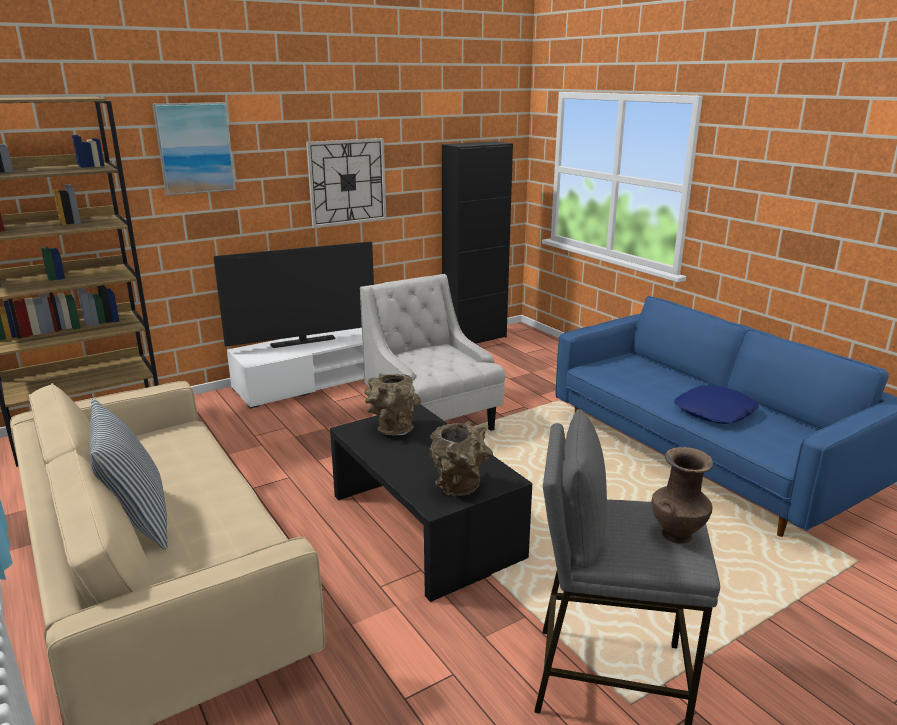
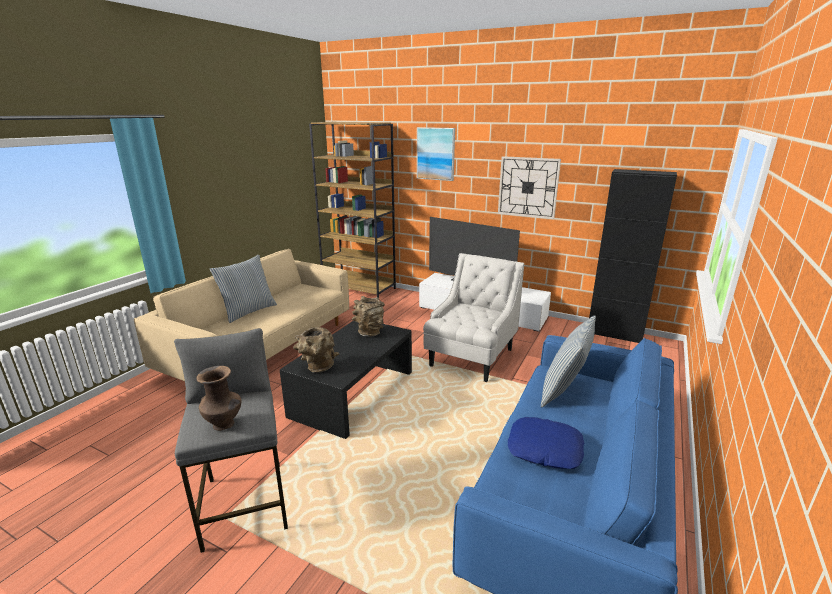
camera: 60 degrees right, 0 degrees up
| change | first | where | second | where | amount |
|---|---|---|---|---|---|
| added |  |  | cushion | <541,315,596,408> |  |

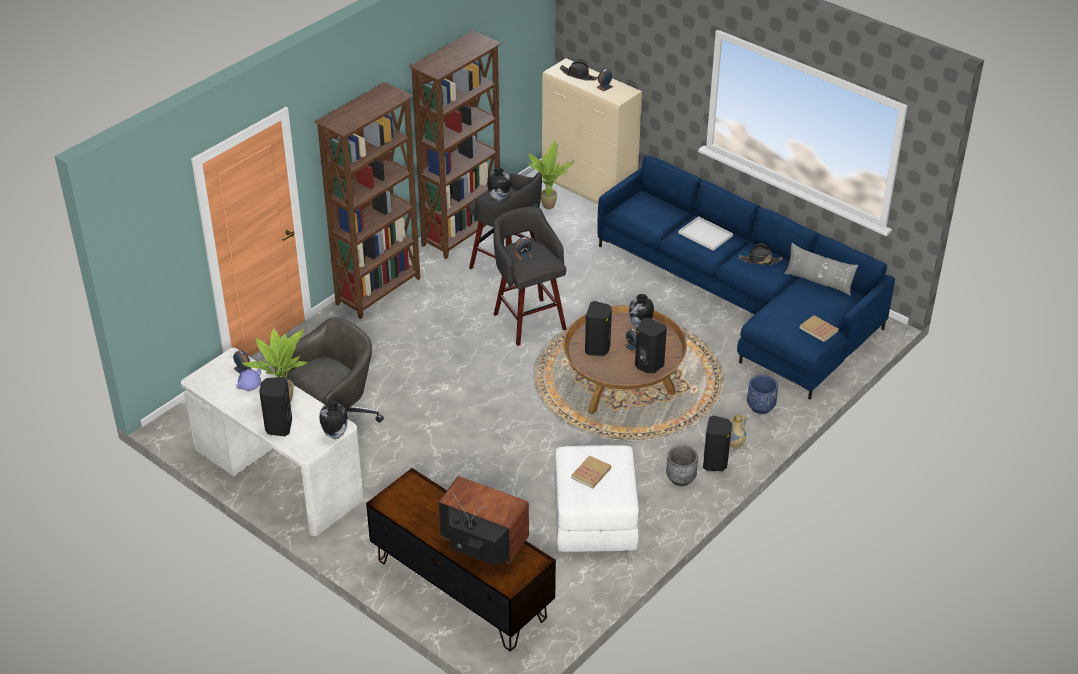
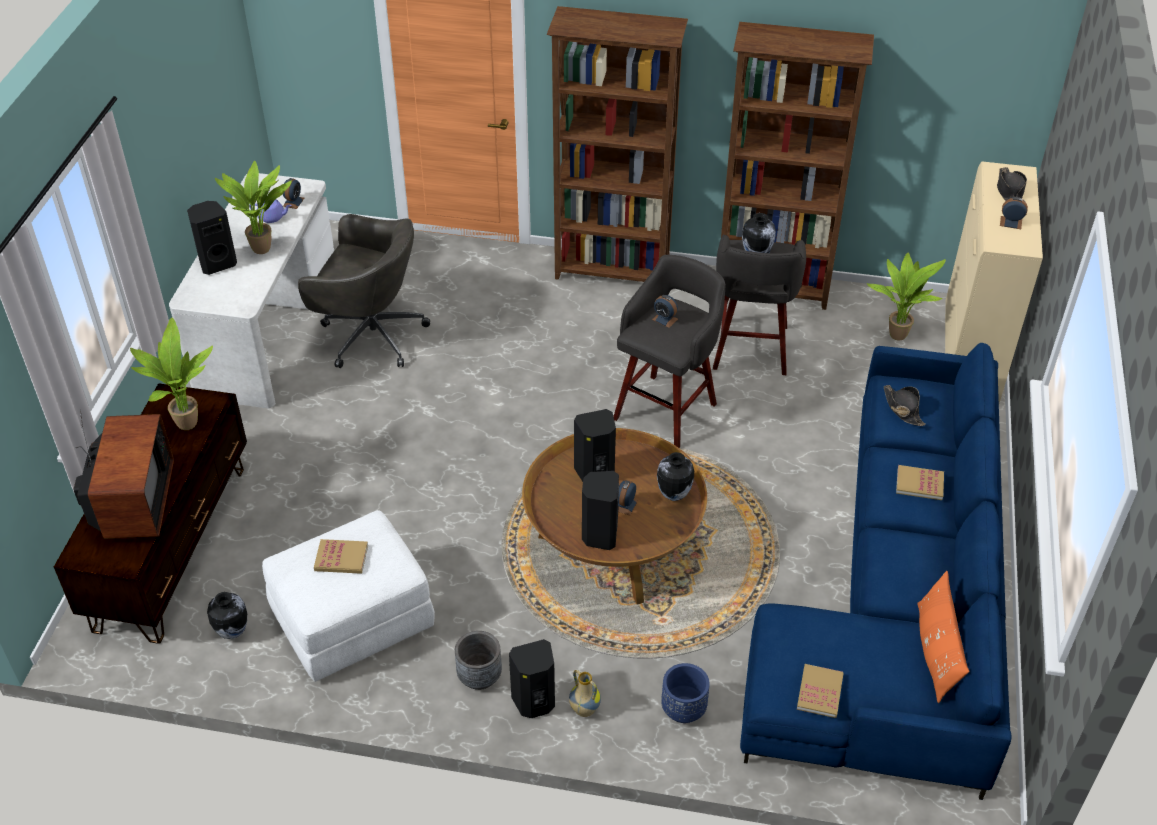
camera: 60 degrees right, 5 degrees up
| change | first | where | second | where | amount |
|---|---|---|---|---|---|
| added |  |  | houseplant | <130,317,213,430> |  |
| moved | flower_vase | <319,401,348,439> |  | <207,592,247,639> |  |
| moved | blackish_wearable_hat | <738,244,783,265> |  | <883,385,926,426> |  |
| replaced | white_tray | <678,216,733,251> | book | <896,465,944,500> |  |
| recoloured | greyish_cushion | <785,243,858,296> | orange_cushion | <917,571,969,703> |  |

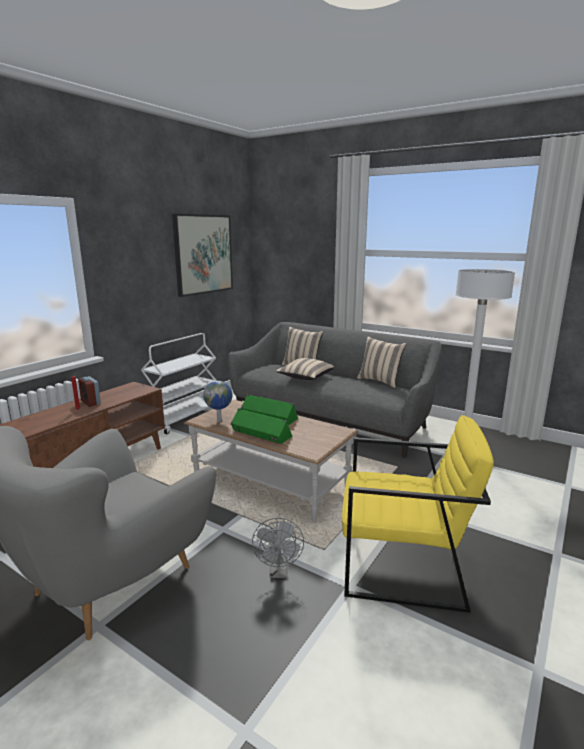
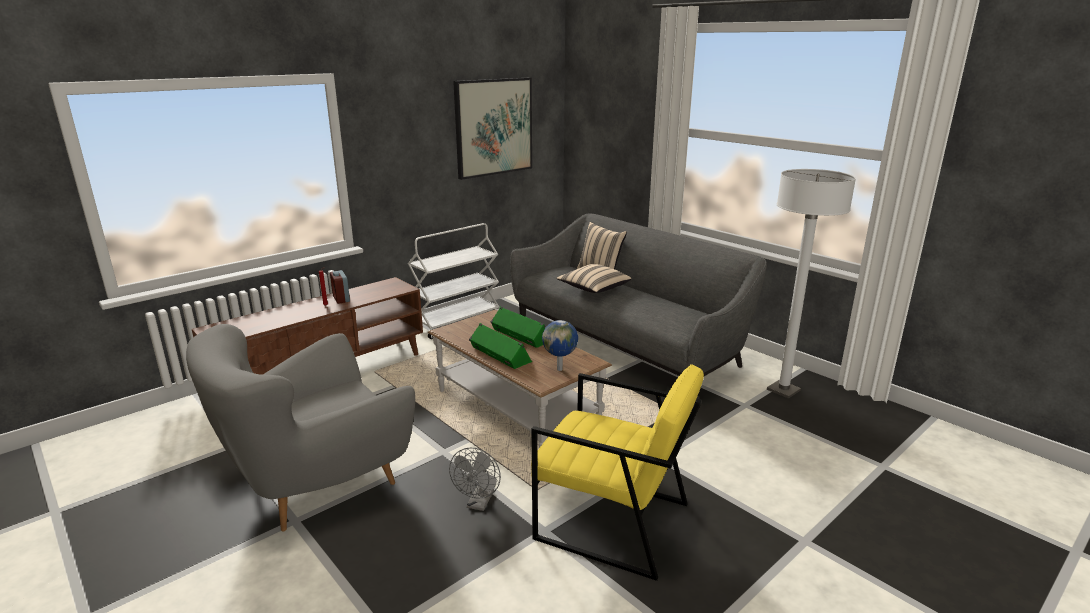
camera: 15 degrees right, 5 degrees up
| change | first | where | second | where | amount |
|---|---|---|---|---|---|
| moved | desk_globe | <203,381,233,422> |  | <542,320,578,371> |  |
| removed | beige_cushion | <357,337,406,388> |  |  |  |

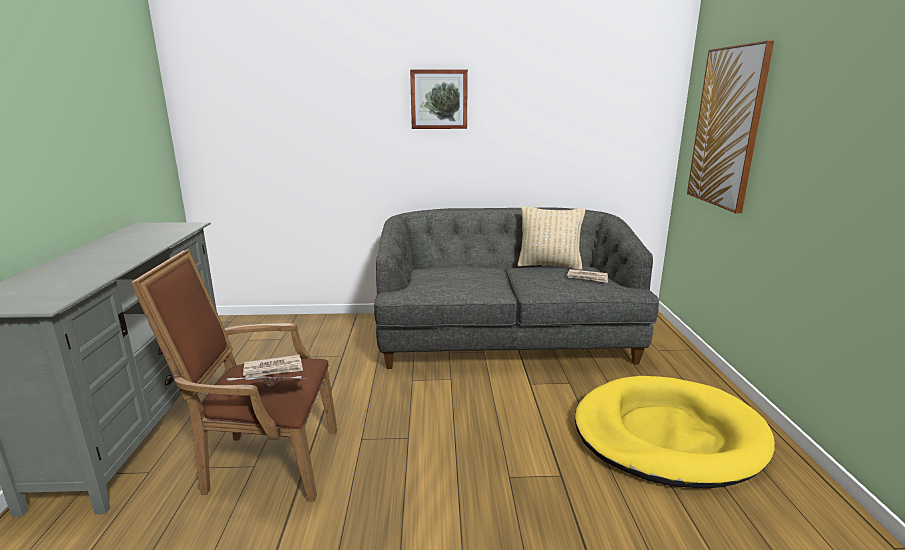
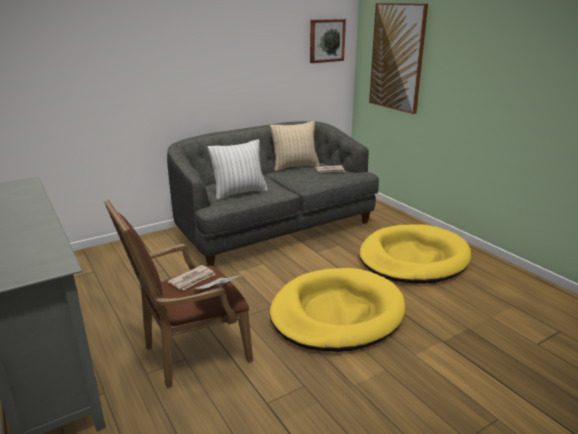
camera: 30 degrees left, 5 degrees up
| change | first | where | second | where | amount |
|---|---|---|---|---|---|
| added |  |  | white_cushion | <208,139,268,200> |  |
| added |  |  | yellow_dog_cushion | <270,268,406,352> |  |
| moved | wall_art | <410,70,468,129> |  | <310,19,346,63> |  |

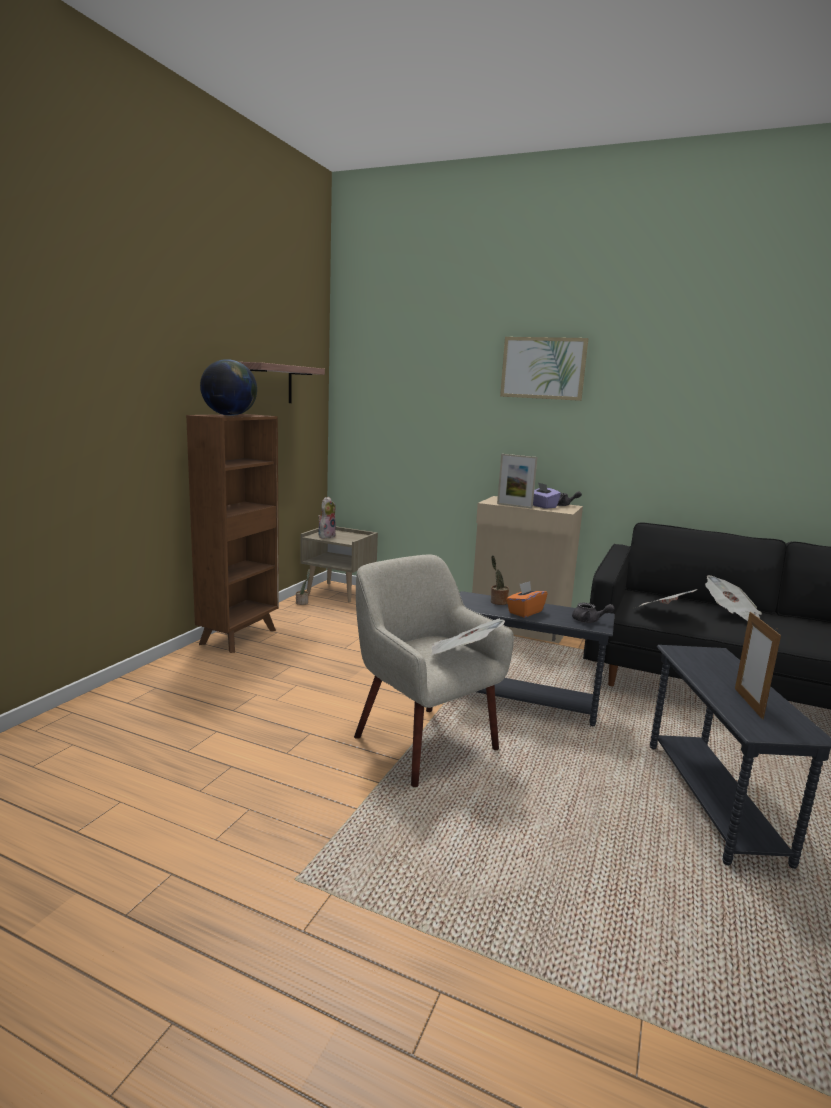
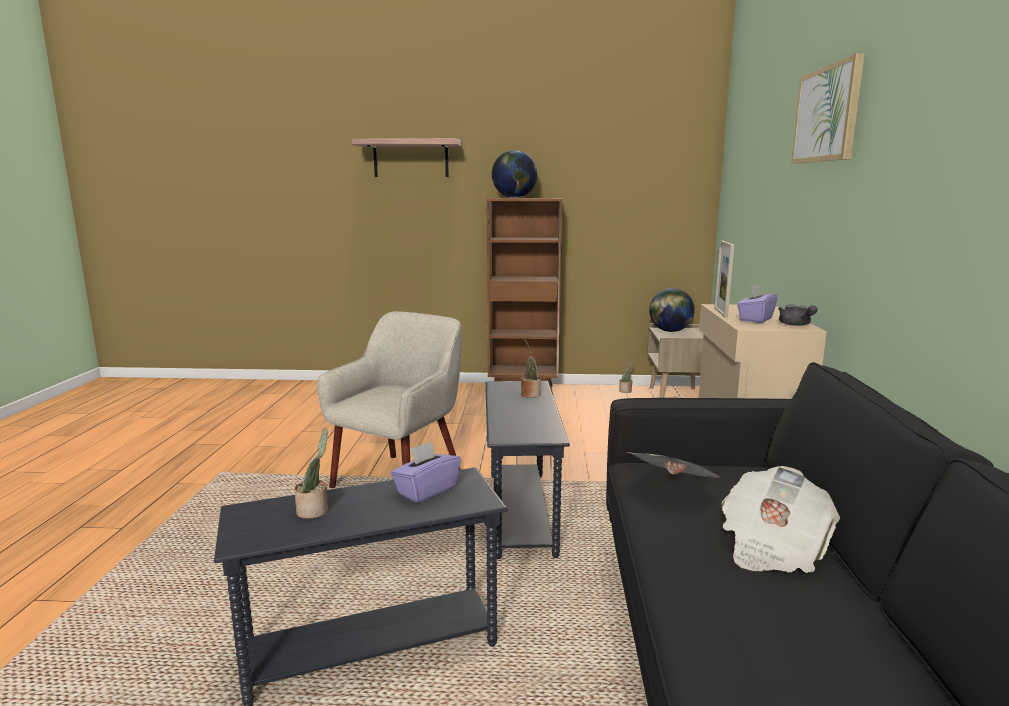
camera: 70 degrees right, 0 degrees up
| change | first | where | second | where | amount |
|---|---|---|---|---|---|
| replaced | picture_frame | <735,612,781,720> | houseplant | <294,428,328,519> |  |
| moved | shelf | <240,362,325,403> |  | <351,138,461,177> |  |
| added |  |  | purple_tissue_box | <391,441,461,503> |  |
| replaced | plush_toy | <318,497,336,539> | desk_globe | <649,288,695,332> |  |
| removed | daily_paper | <430,618,505,656> |  |  |  |
| removed | orange_tissue_box | <506,581,548,618> |  |  |  |
| removed | greyish_pot_for_tea | <572,603,615,623> |  |  |  |

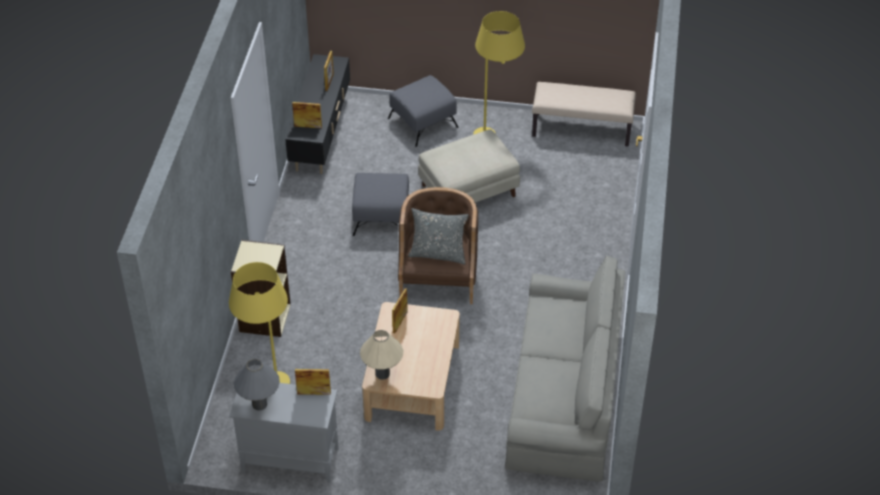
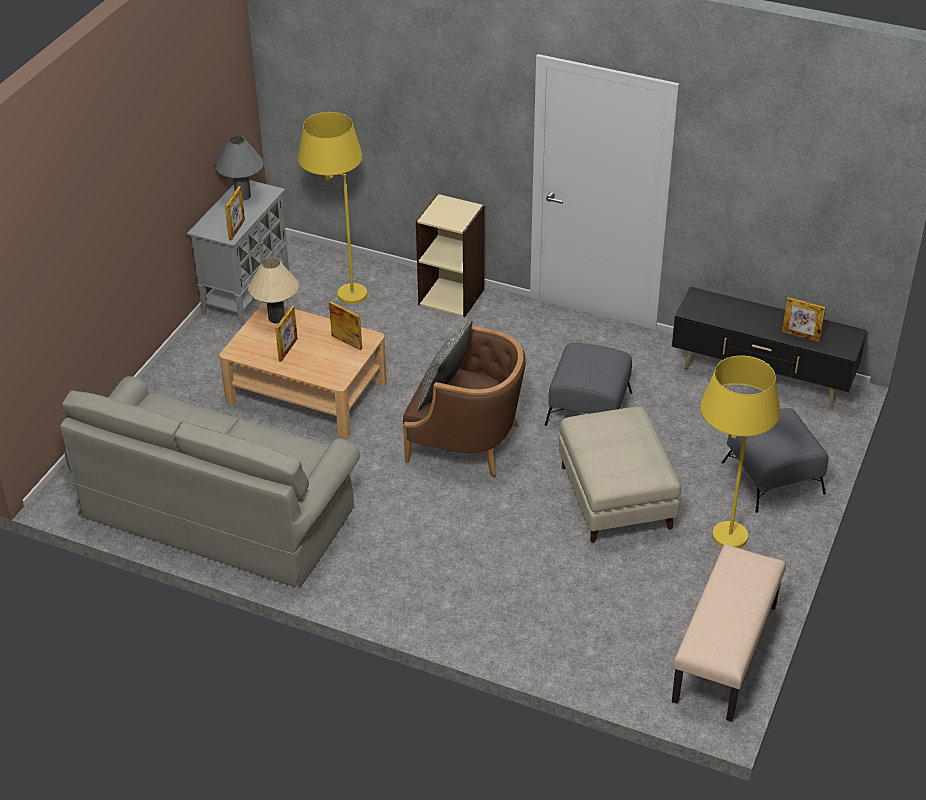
camera: 105 degrees right, 5 degrees down
| change | first | where | second | where | amount |
|---|---|---|---|---|---|
| moved | picture_frame | <292,102,322,128> |  | <275,306,298,362> |  |

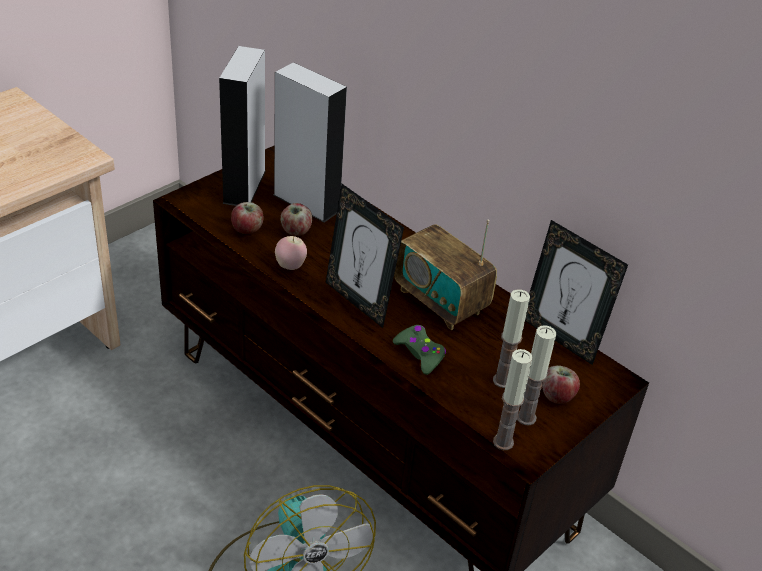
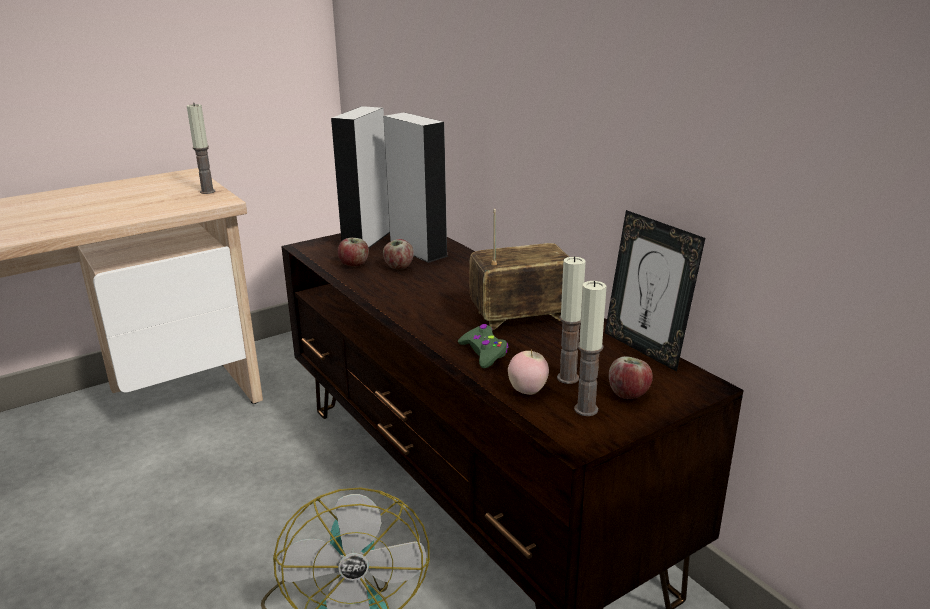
camera: 15 degrees right, 15 degrees down
| change | first | where | second | where | amount |
|---|---|---|---|---|---|
| moved | wax_light | <493,349,533,450> |  | <187,104,215,194> |  |
| turned | radio_set | <394,219,497,330> |  | <469,209,569,330> | 105 degrees clockwise |
| moved | whole_apple | <275,236,307,270> |  | <508,349,549,395> |  |
| removed | picture_frame | <326,184,404,328> |  |  |  |

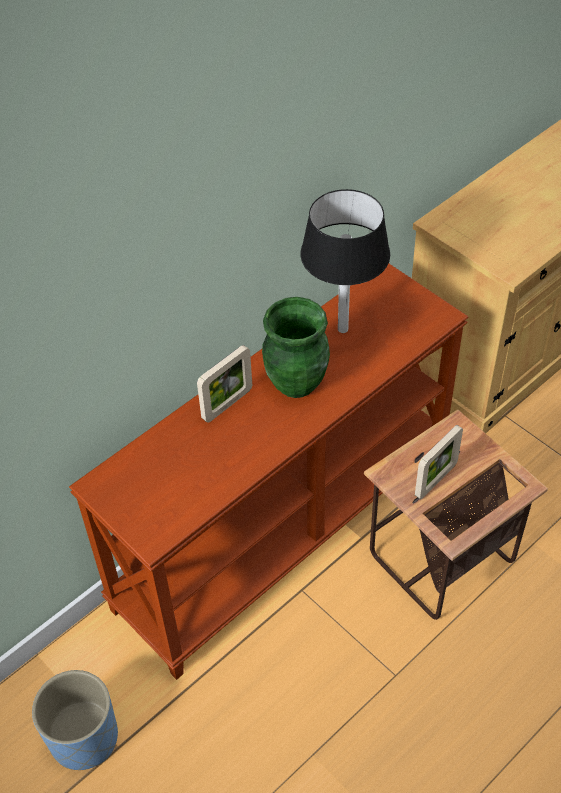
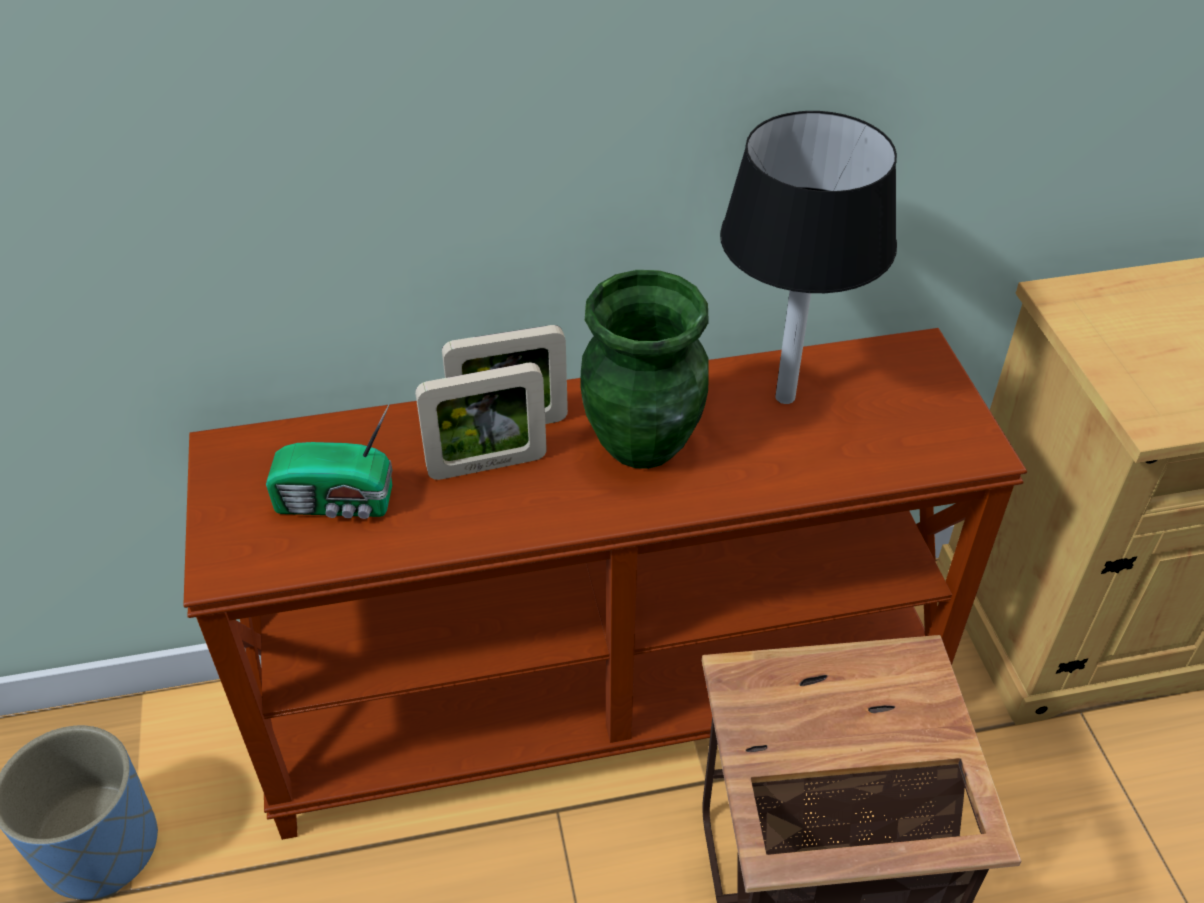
camera: 30 degrees right, 5 degrees down
| change | first | where | second | where | amount |
|---|---|---|---|---|---|
| added |  |  | radio_set | <266,404,393,519> |  |
| moved | picture_frame | <415,425,463,499> |  | <415,363,547,480> |  |

